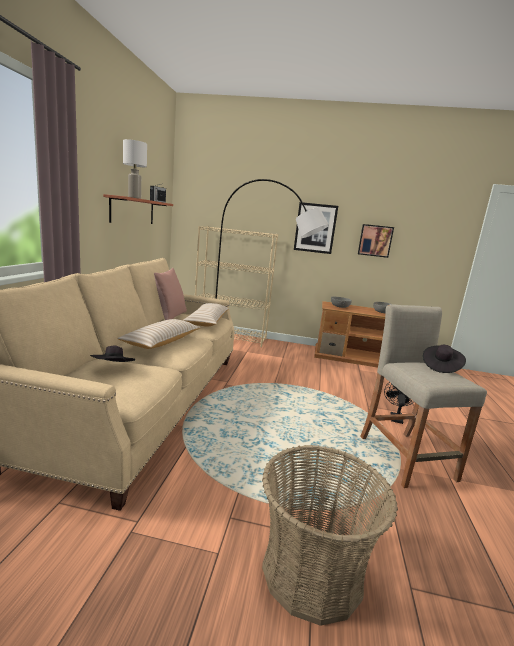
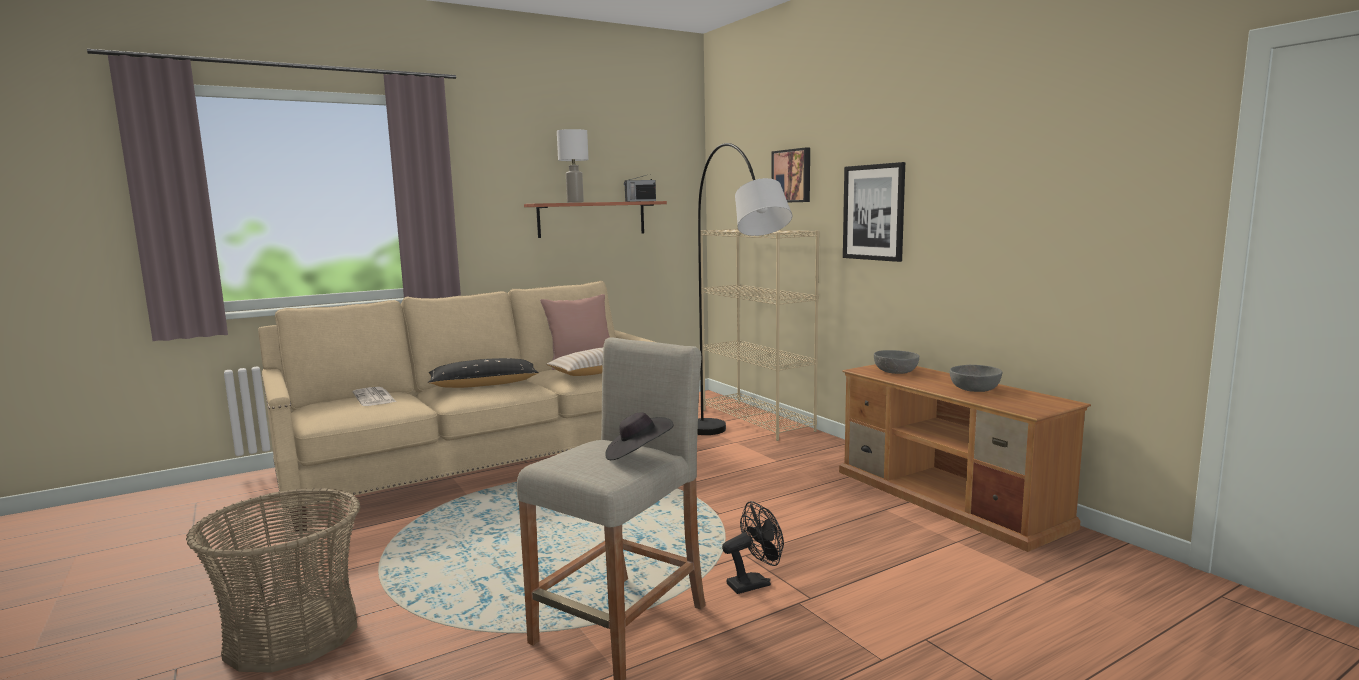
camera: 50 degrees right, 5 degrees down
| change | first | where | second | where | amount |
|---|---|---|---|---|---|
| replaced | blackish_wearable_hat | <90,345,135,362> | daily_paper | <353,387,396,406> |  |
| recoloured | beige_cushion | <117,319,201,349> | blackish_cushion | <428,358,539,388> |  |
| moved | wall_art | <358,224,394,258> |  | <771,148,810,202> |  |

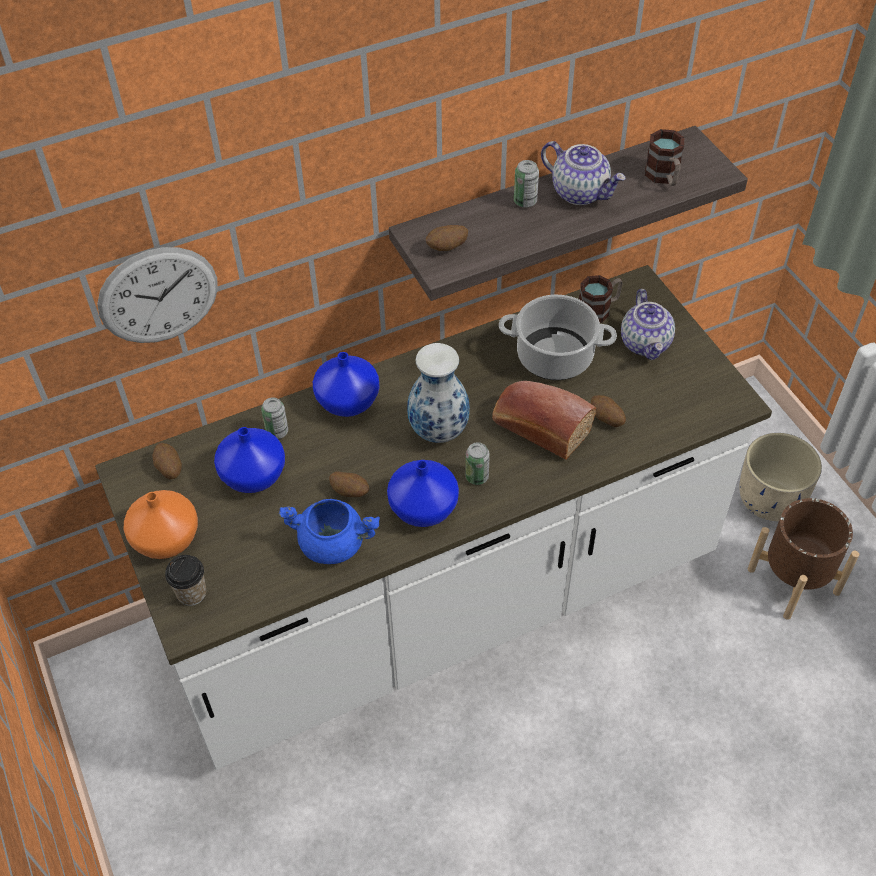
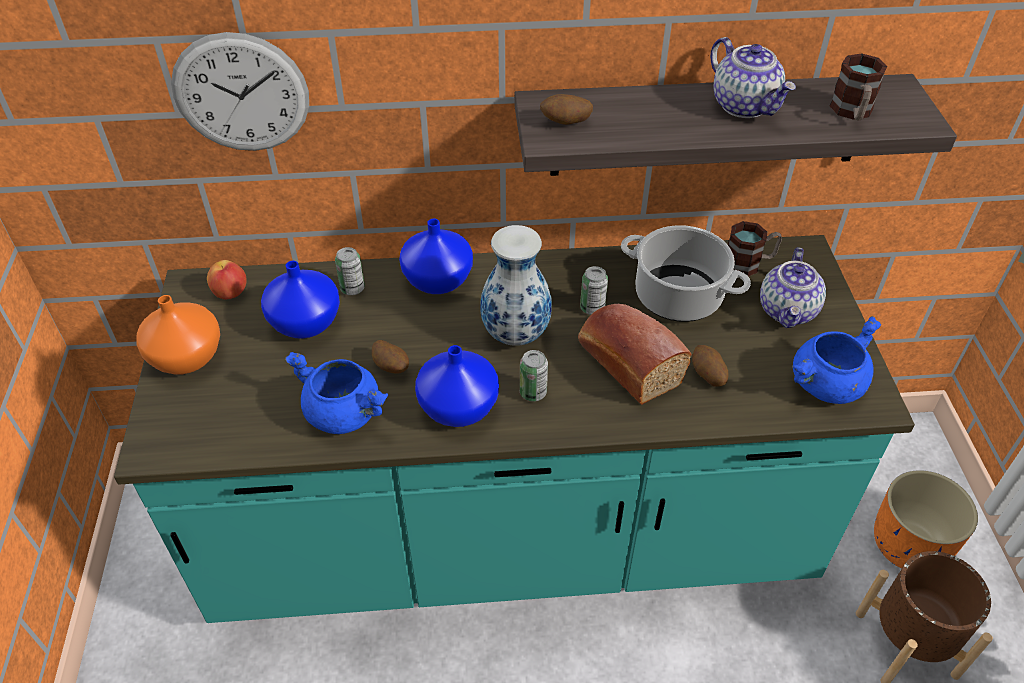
camera: 20 degrees right, 5 degrees down
| change | first | where | second | where | amount |
|---|---|---|---|---|---|
| recoloured | white_kitchen_base_unit | <95,265,772,770> | blue-green_kitchen_base_unit | <114,235,915,623> |  |
| replaced | spud | <152,443,182,479> | whole_apple | <207,260,247,299> |  |
| moved | sealed_can | <514,160,539,208> |  | <580,266,608,315> |  |
| added |  |  | blue_cooking_pot | <793,316,881,404> |  |
| recoloured | beige_planter | <739,433,822,521> | orange_planter | <874,470,978,569> |  |
| removed | small_cup | <165,555,206,606> |  |  |  |

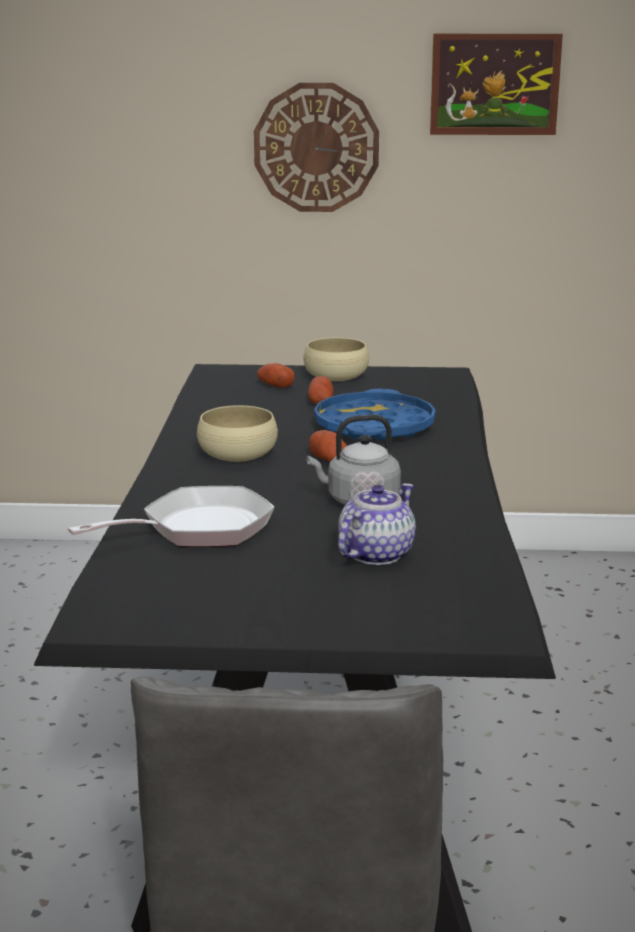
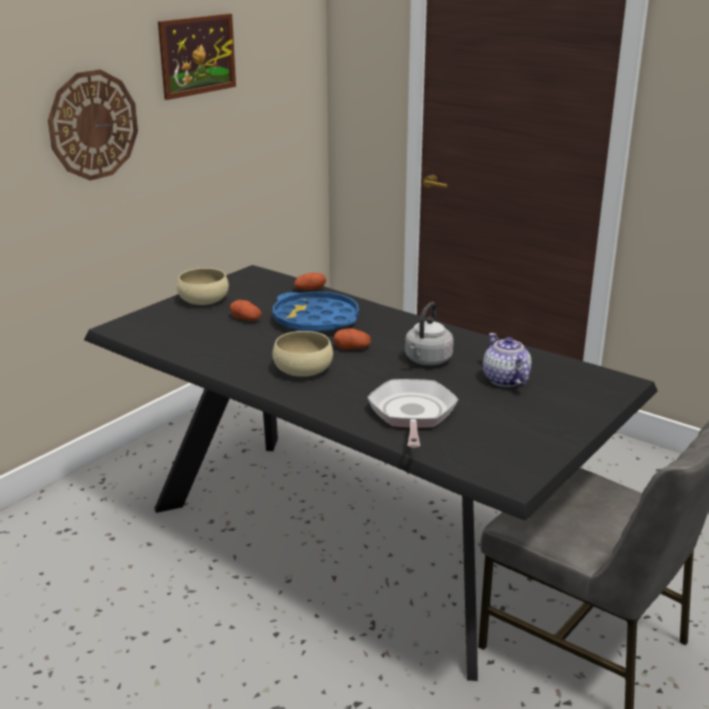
camera: 55 degrees left, 5 degrees up
| change | first | where | second | where | amount |
|---|---|---|---|---|---|
| moved | spud | <257,363,295,388> |  | <294,273,326,290> |  |

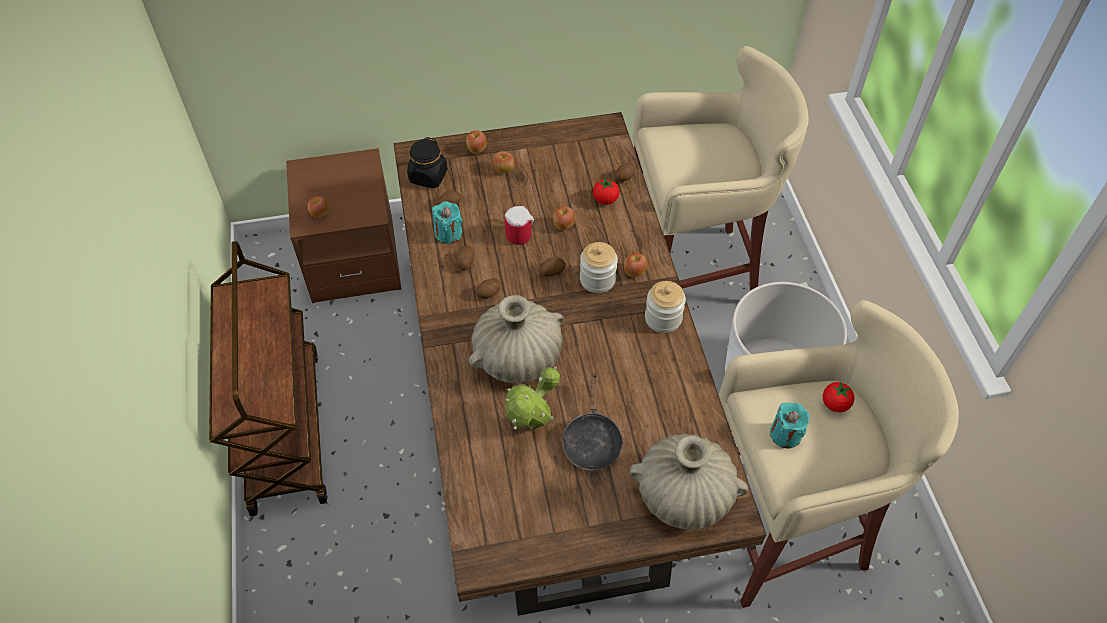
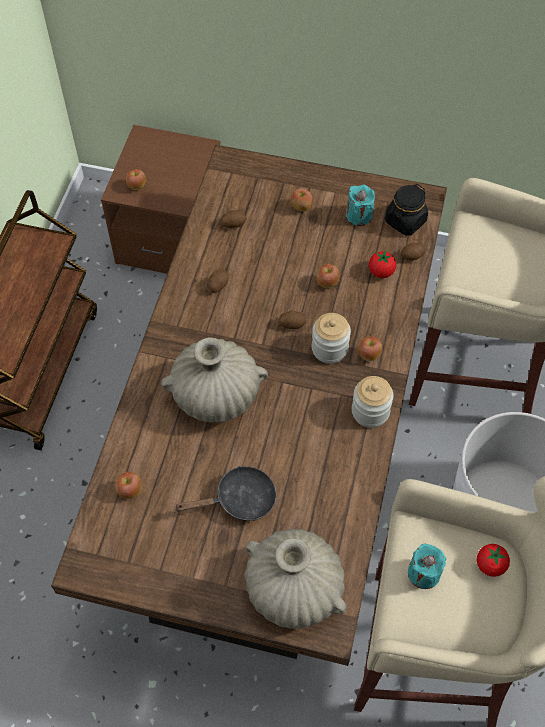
camera: 25 degrees right, 5 degrees up
| change | first | where | second | where | amount |
|---|---|---|---|---|---|
| moved | whole_apple | <466,130,487,154> |  | <115,472,142,499> |  |
| turned | blackish_skillet | <561,372,624,470> |  | <174,466,277,521> | 135 degrees counterclockwise |
| moved | blue-green_wax_light | <432,201,462,244> |  | <346,185,375,226> |  |
| moved | blackish_storage_jar | <407,137,448,188> |  | <385,184,428,236> |  |
| removed | spud | <475,278,500,299> |  |  |  |
| removed | coffee_mug | <505,206,534,245> |  |  |  |
| removed | houseplant | <505,366,560,429> |  |  |  |

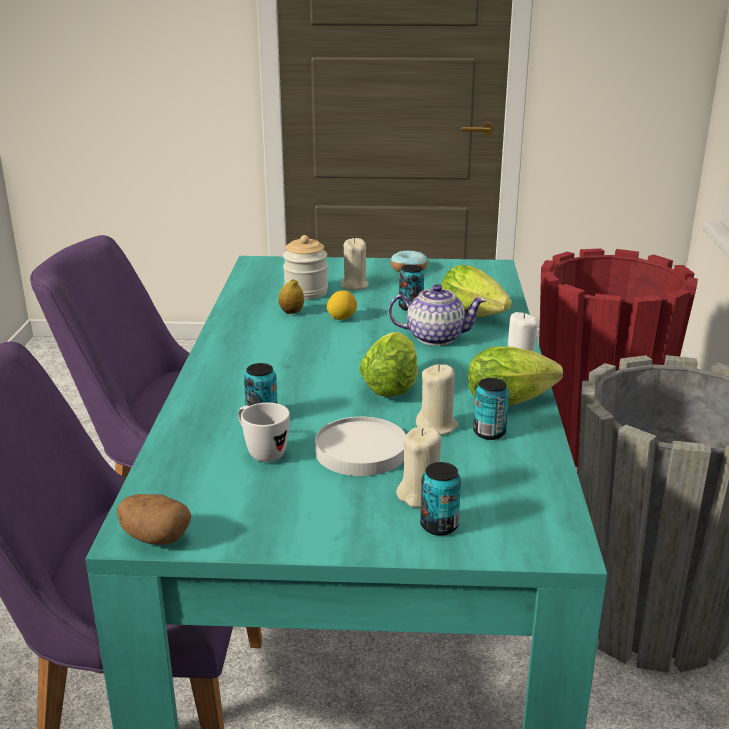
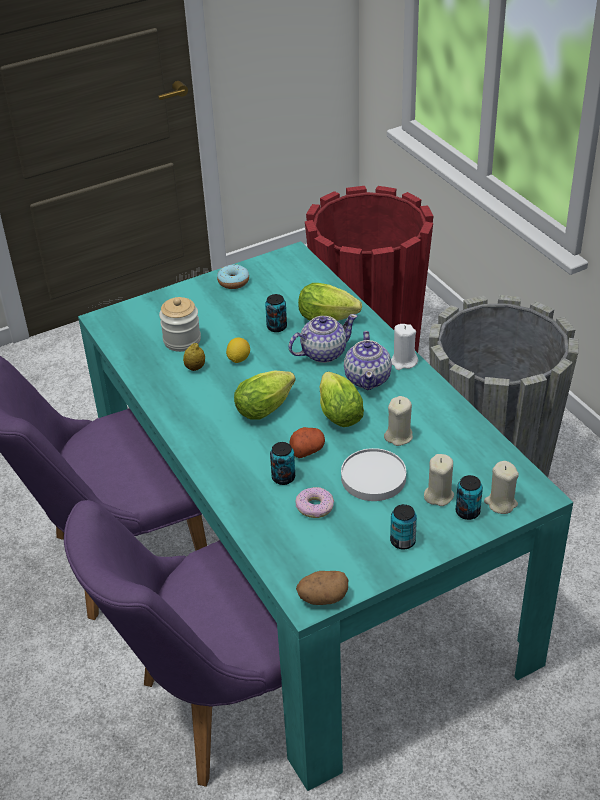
camera: 30 degrees left, 15 degrees up
| change | first | where | second | where | amount |
|---|---|---|---|---|---|
| moved | head_of_lettuce | <468,346,563,405> |  | <234,370,296,420> |  |
| added |  |  | spud | <290,427,325,458> |  |
| replaced | white_coffee_mug | <238,403,290,462> | ring_doughnut | <296,487,334,518> |  |
| added |  |  | pot_for_tea | <344,331,392,390> |  |
| moved | sealed_can | <473,378,509,440> |  | <390,504,417,550> |  |
| moved | beige_wax_light | <341,238,368,290> |  | <484,461,519,514> |  |

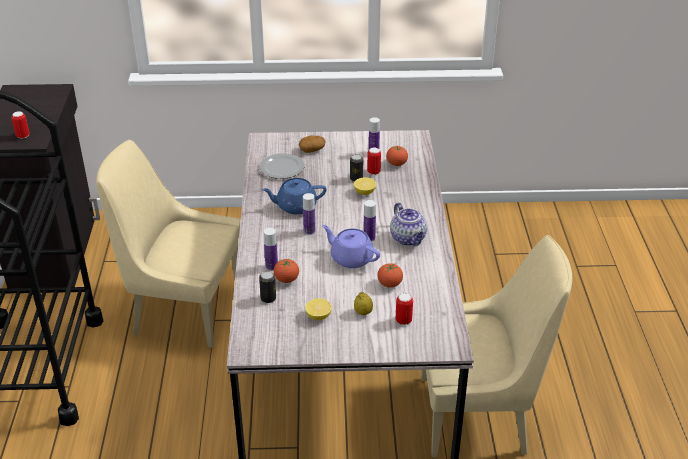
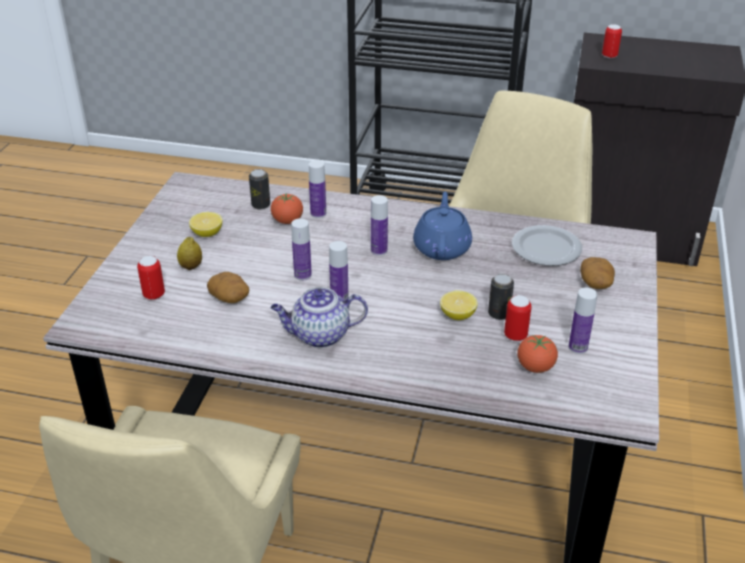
camera: 105 degrees right, 0 degrees up
| change | first | where | second | where | amount |
|---|---|---|---|---|---|
| replaced | fresh_tomato | <377,263,403,288> | spud | <207,272,249,303> |  |
| replaced | purple_pot_for_tea | <322,225,380,268> | drink_bottle | <291,218,312,281> |  |

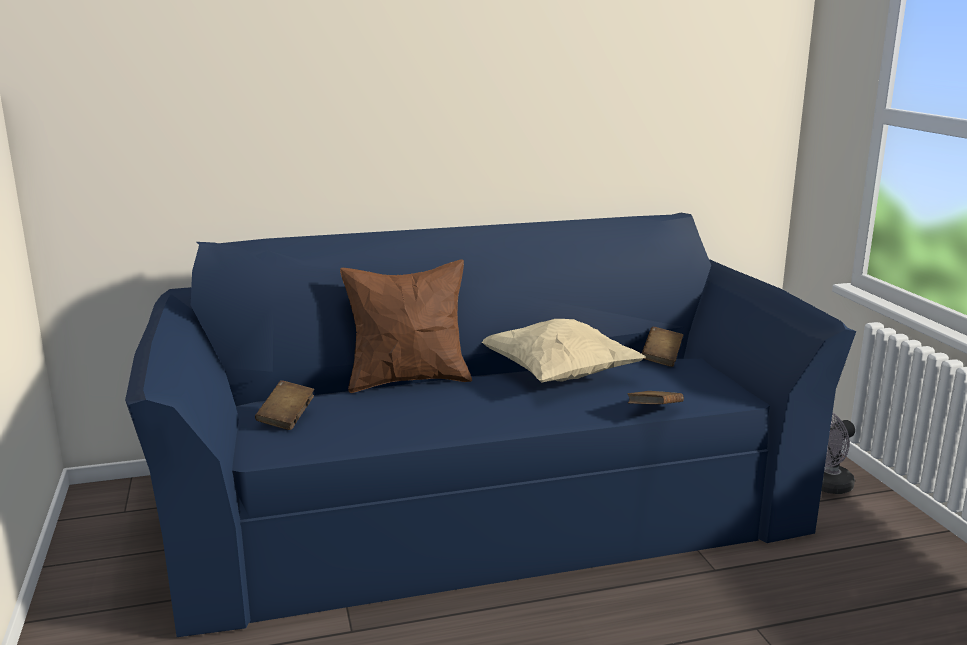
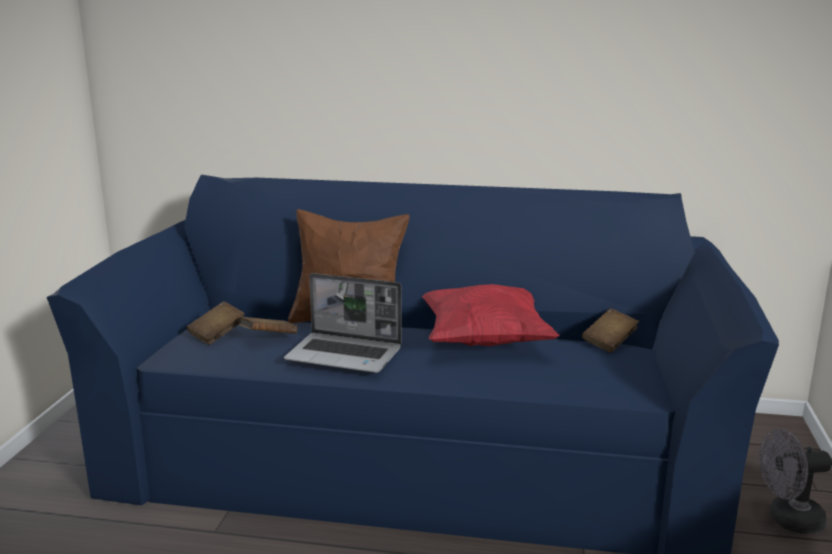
camera: 25 degrees right, 0 degrees up
| change | first | where | second | where | amount |
|---|---|---|---|---|---|
| moved | brown_book | <627,391,684,404> |  | <239,316,297,334> |  |
| added |  |  | portable_computer | <284,273,402,373> |  |
| recoloured | beige_cushion | <482,319,646,383> | red-coloured_cushion | <421,284,560,346> |  |

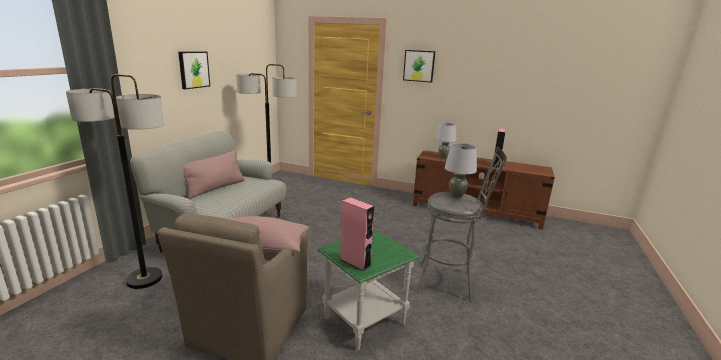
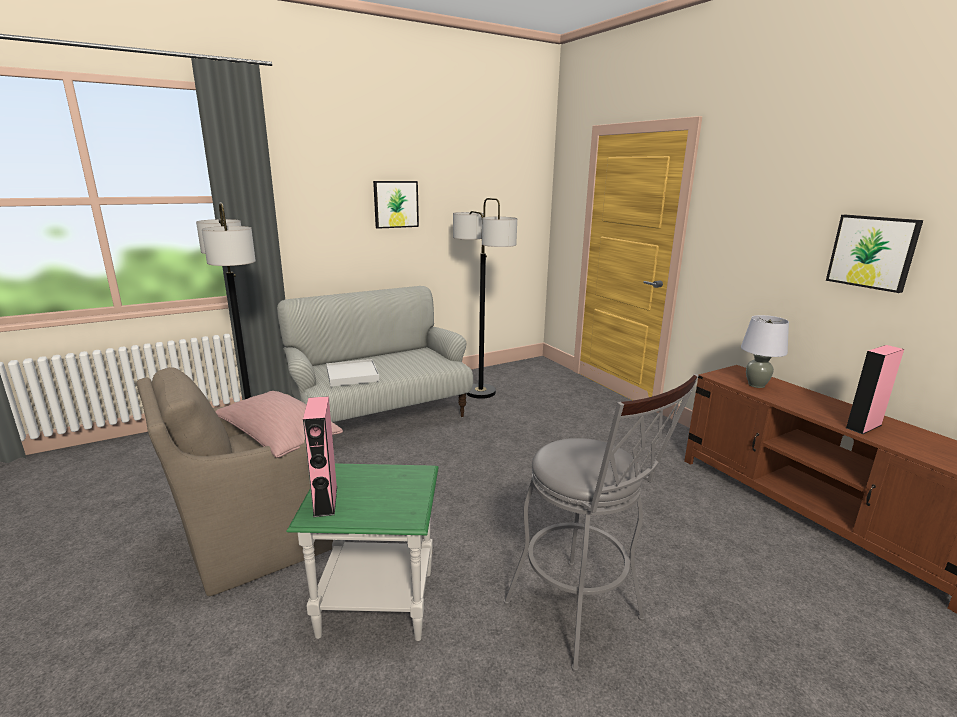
camera: 40 degrees right, 0 degrees up
| change | first | where | second | where | amount |
|---|---|---|---|---|---|
| added |  |  | white_tray | <326,359,379,387> |  |
| moved | wall_art | <403,50,436,83> |  | <826,215,923,293> |  |
| removed | pink_cushion | <184,150,245,199> |  |  |  |
| removed | greyish_lamp_for_a_table | <445,143,477,198> |  |  |  |

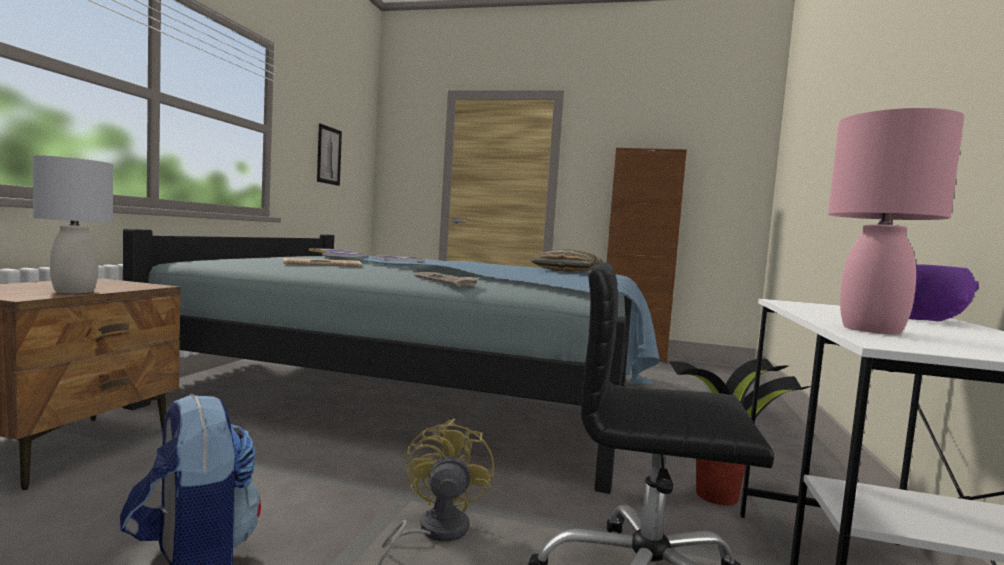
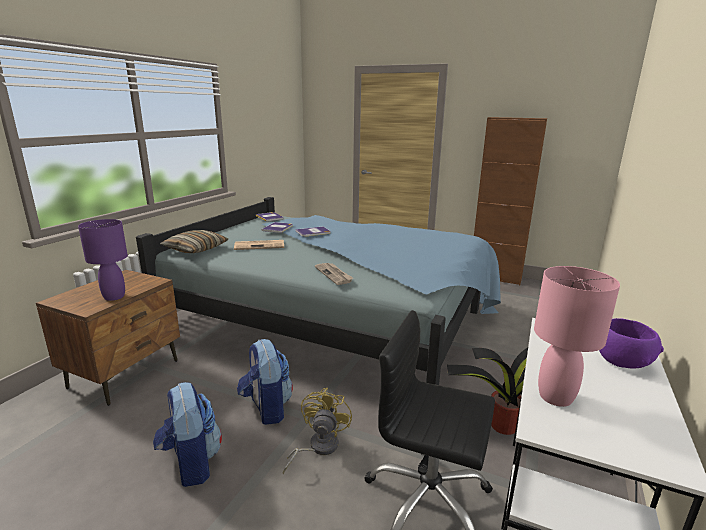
camera: 10 degrees right, 15 degrees up
| change | first | where | second | where | amount |
|---|---|---|---|---|---|
| recoloured | greyish_lamp_for_a_table | <33,155,113,293> | purple_lamp_for_a_table | <78,219,128,301> |  |
| moved | cushion | <530,250,603,273> |  | <160,230,228,253> |  |
| added |  |  | rucksack | <237,339,293,425> |  |
| removed | wall_art | <317,123,342,186> |  |  |  |

